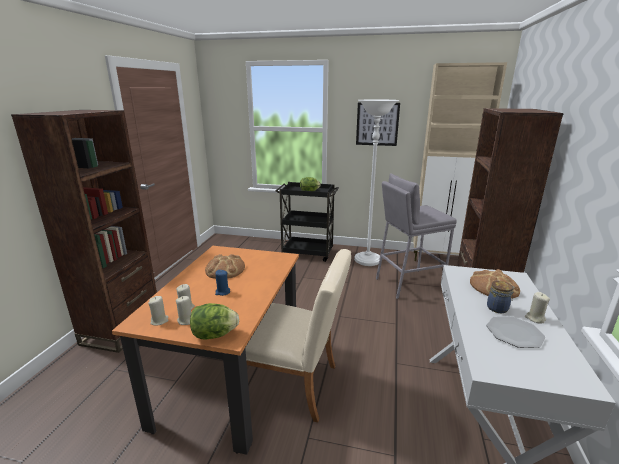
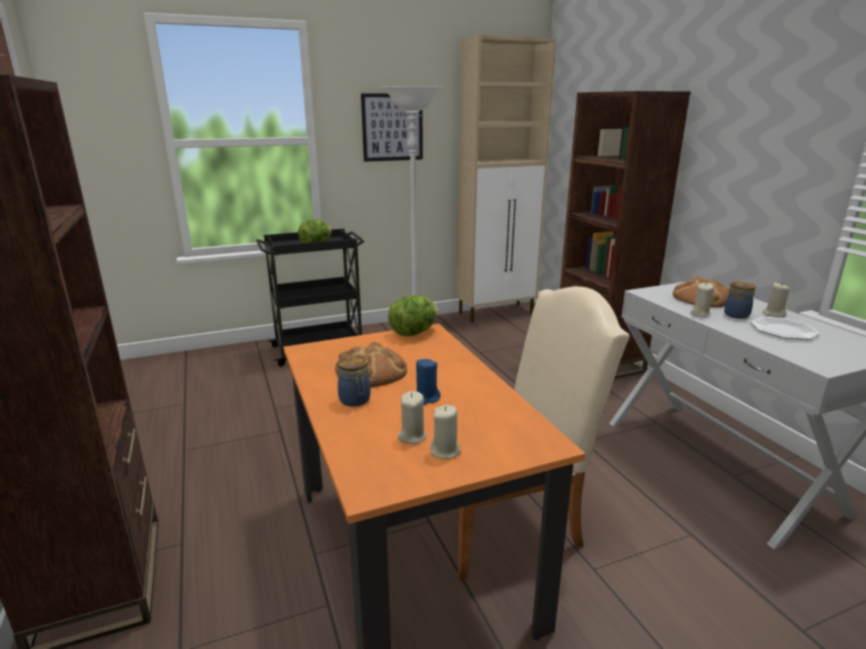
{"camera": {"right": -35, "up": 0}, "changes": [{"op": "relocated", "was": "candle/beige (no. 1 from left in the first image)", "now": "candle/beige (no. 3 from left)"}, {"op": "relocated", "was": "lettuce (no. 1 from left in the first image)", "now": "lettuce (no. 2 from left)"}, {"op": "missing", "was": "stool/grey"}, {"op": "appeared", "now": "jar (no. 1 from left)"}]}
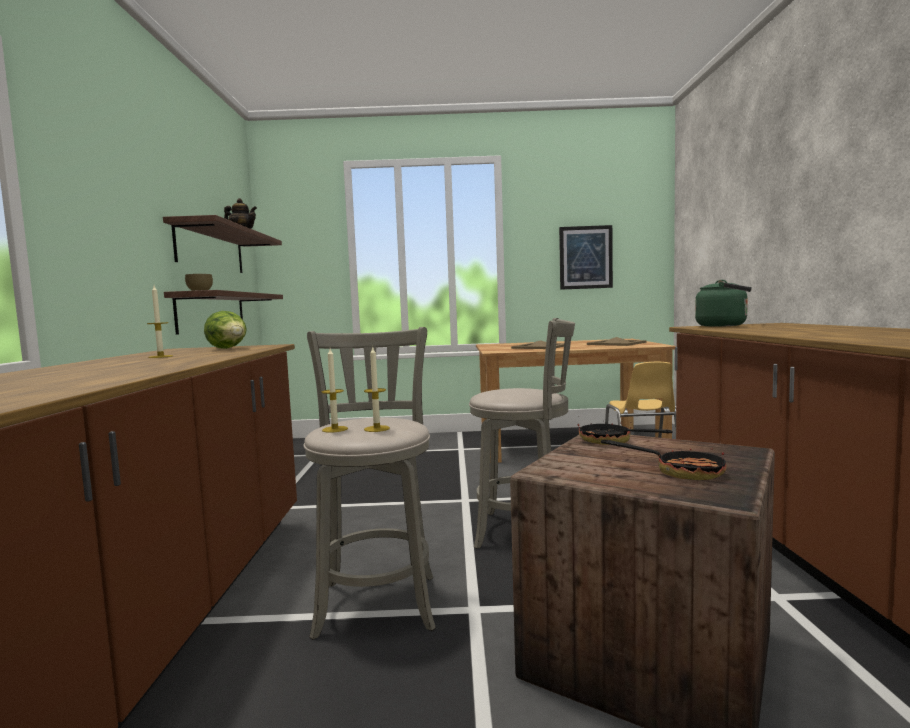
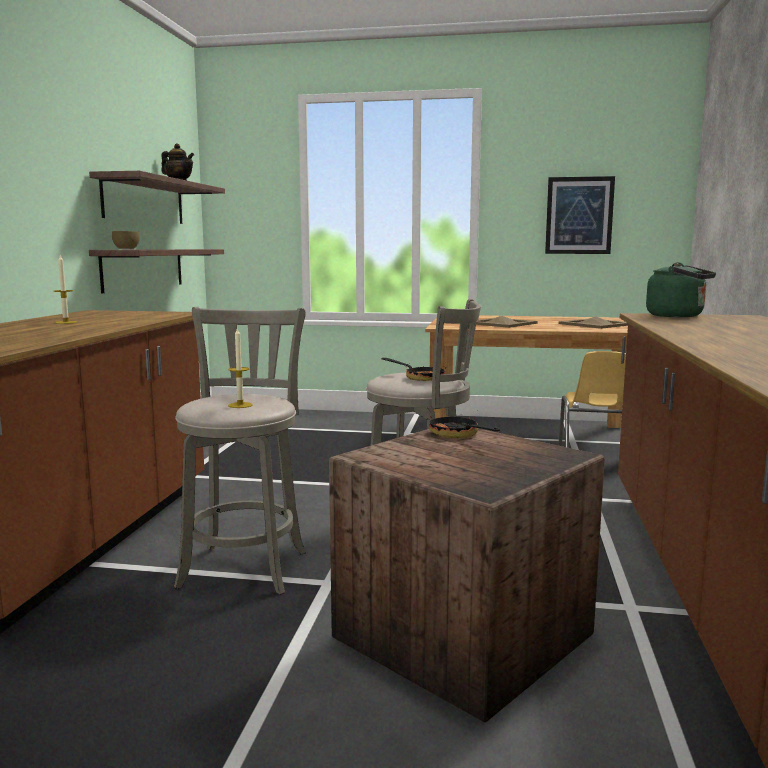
{"camera": {"right": 10, "up": 5}, "changes": [{"op": "missing", "was": "lettuce"}, {"op": "missing", "was": "candle (no. 2 from left)"}, {"op": "relocated", "was": "frying pan (no. 2 from left in the first image)", "now": "frying pan (no. 1 from left)"}]}
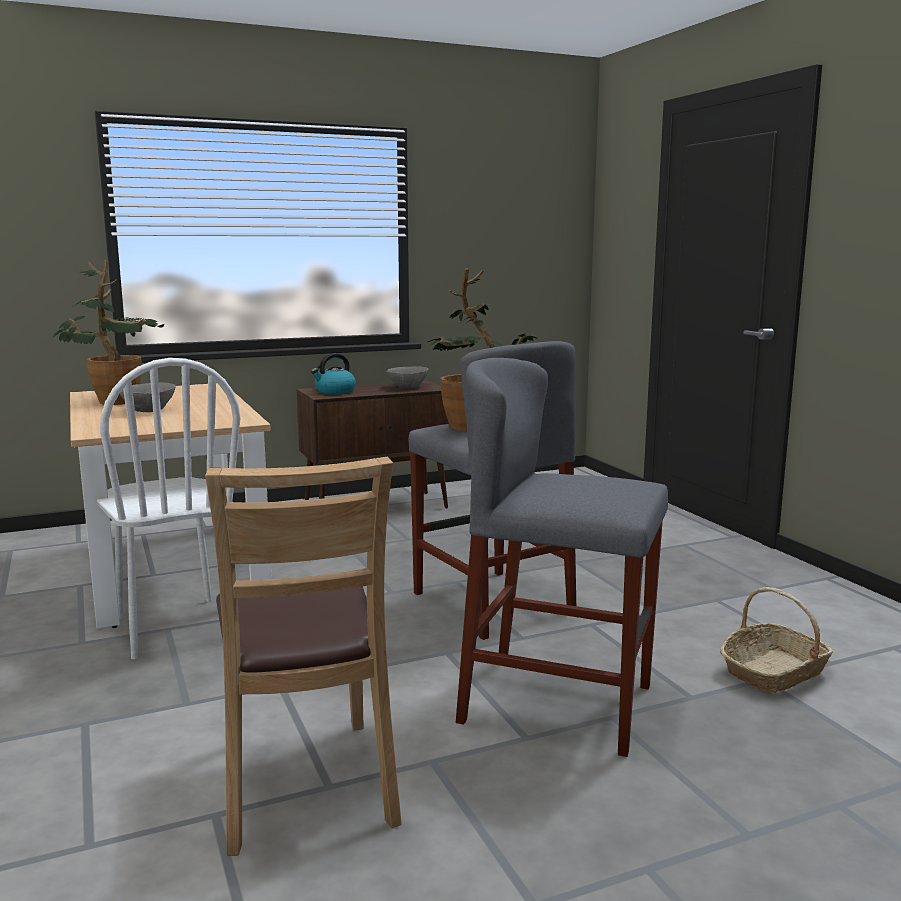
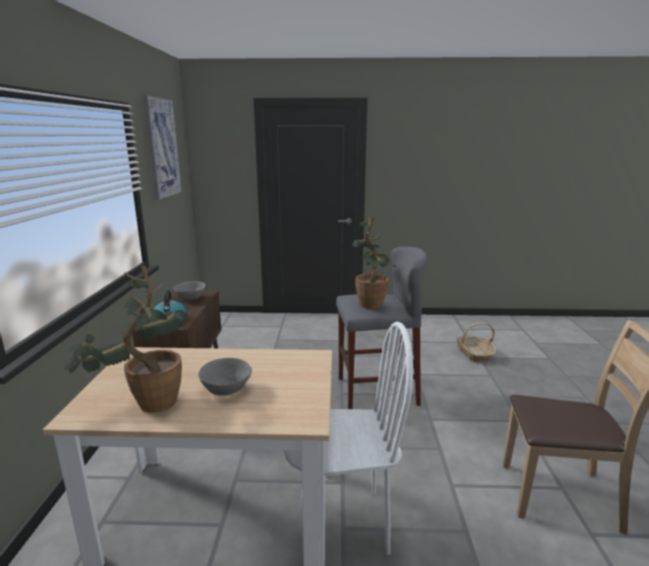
{"camera": {"right": -65, "up": 5}, "changes": [{"op": "missing", "was": "stool/grey (no. 2 from left)"}, {"op": "appeared", "now": "picture"}]}
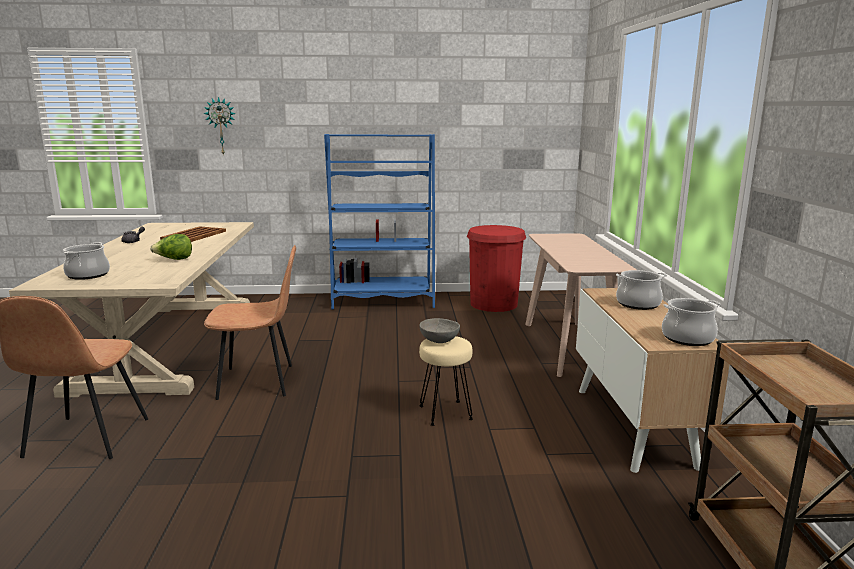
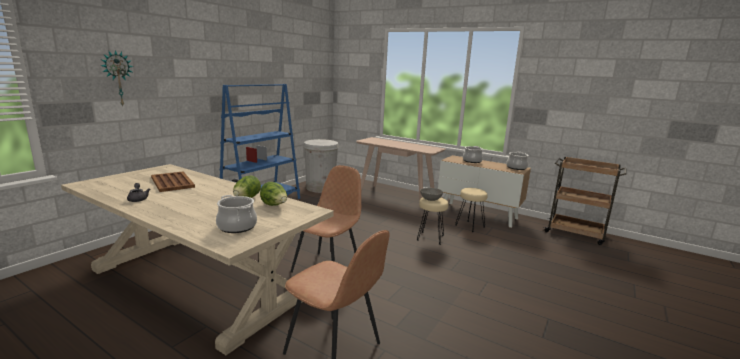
{"camera": {"right": -55, "up": 0}, "changes": [{"op": "colour", "was": "trash can/red", "now": "trash can/white"}, {"op": "appeared", "now": "lettuce (no. 2 from left)"}, {"op": "appeared", "now": "stool/beige (no. 2 from left)"}]}
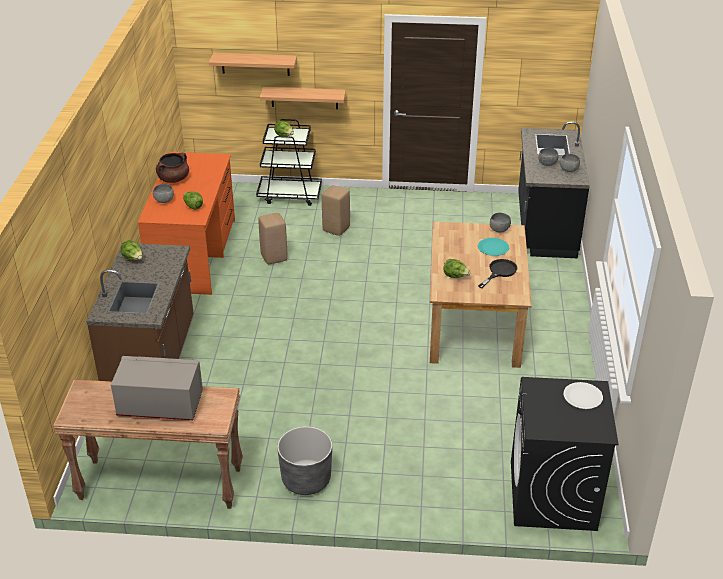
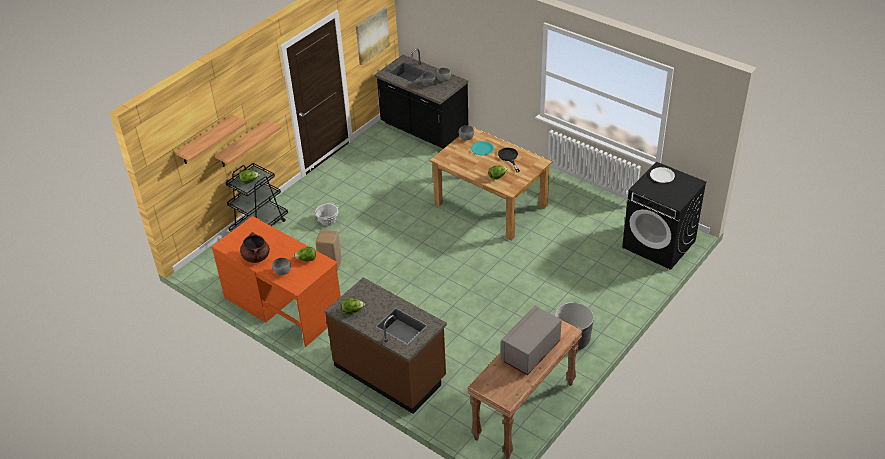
{"camera": {"right": -55, "up": 5}, "changes": [{"op": "exchanged", "was": "stool/beige (no. 2 from left)", "now": "basket"}, {"op": "appeared", "now": "picture"}]}
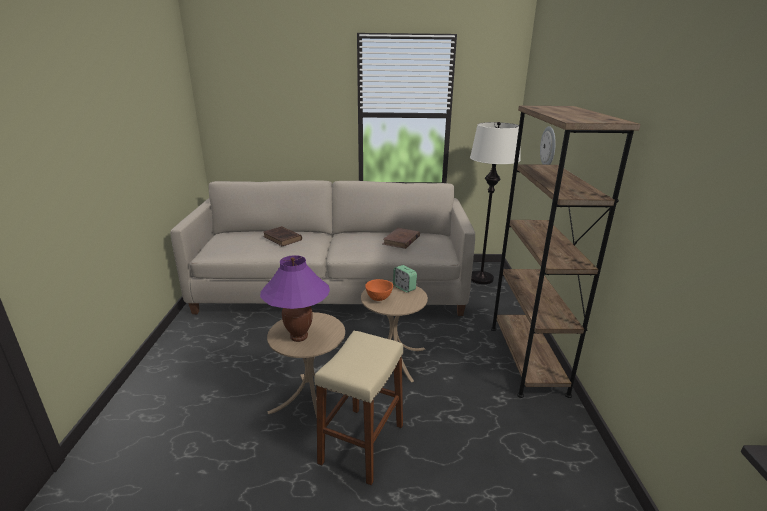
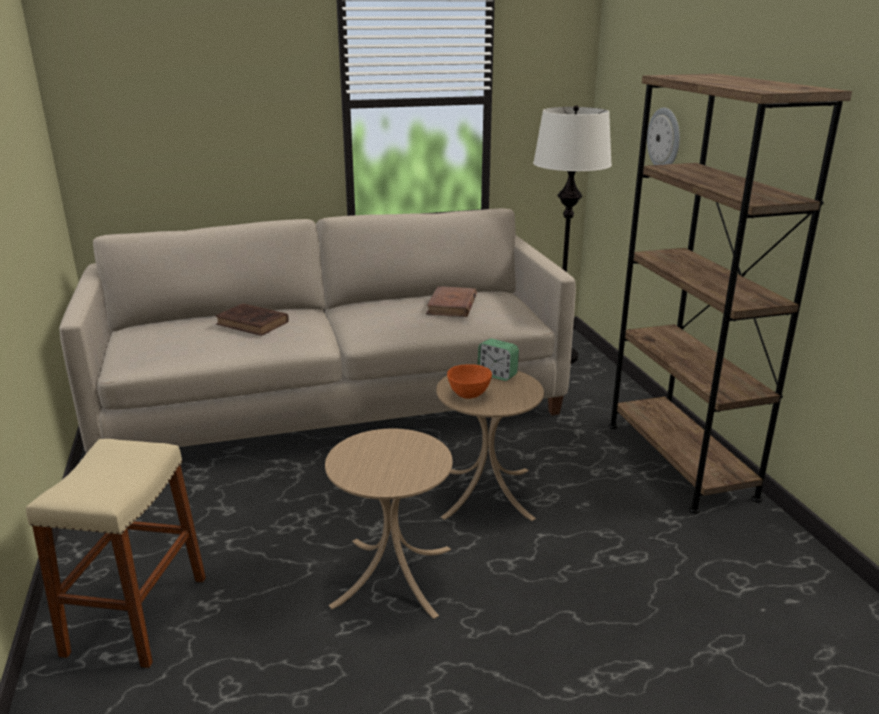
{"camera": {"right": -15, "up": 0}, "changes": [{"op": "missing", "was": "table lamp/purple"}, {"op": "relocated", "was": "stool/beige"}]}
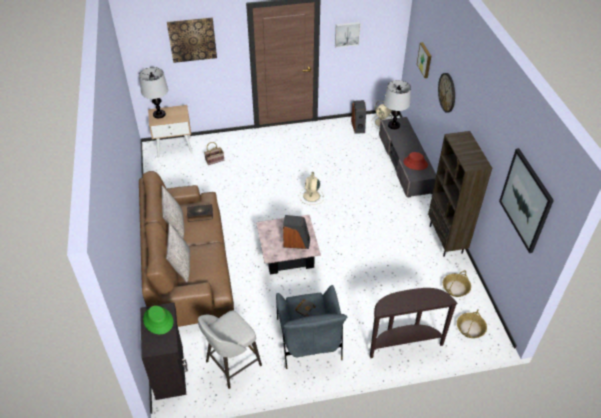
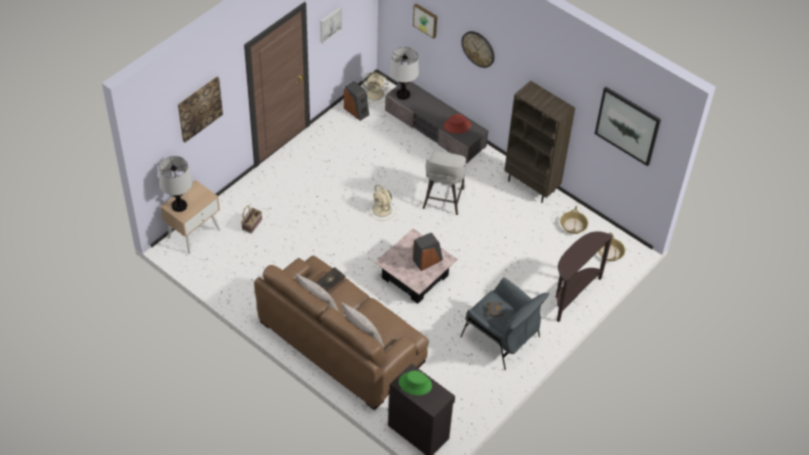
{"camera": {"right": -40, "up": 5}, "changes": [{"op": "relocated", "was": "stool/grey"}]}
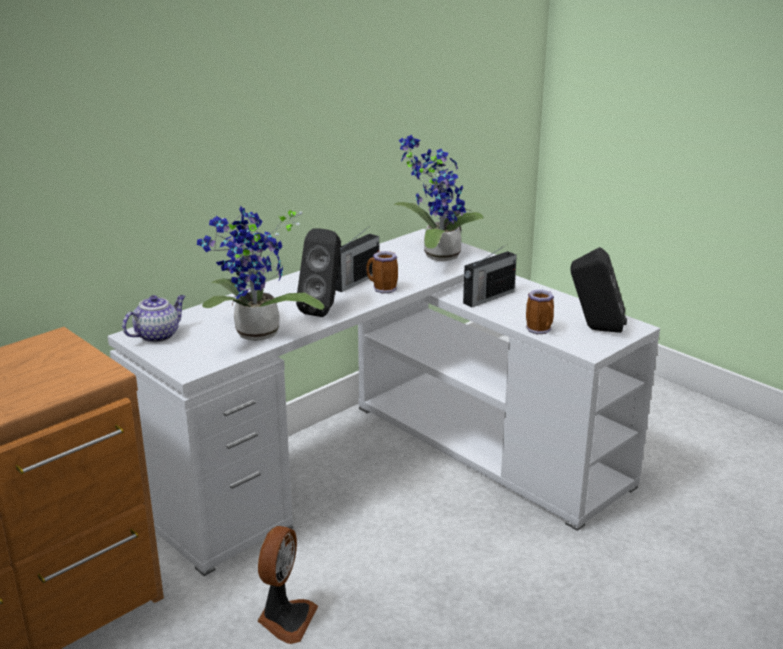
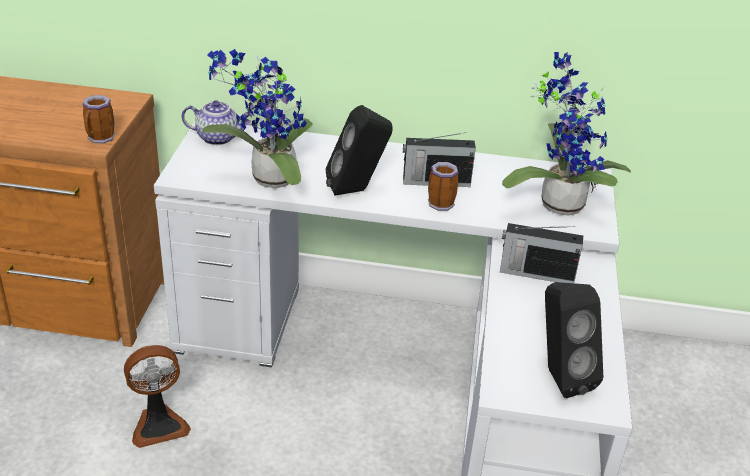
{"camera": {"right": 50, "up": 10}, "changes": [{"op": "relocated", "was": "mug (no. 2 from left in the first image)", "now": "mug (no. 1 from left)"}]}
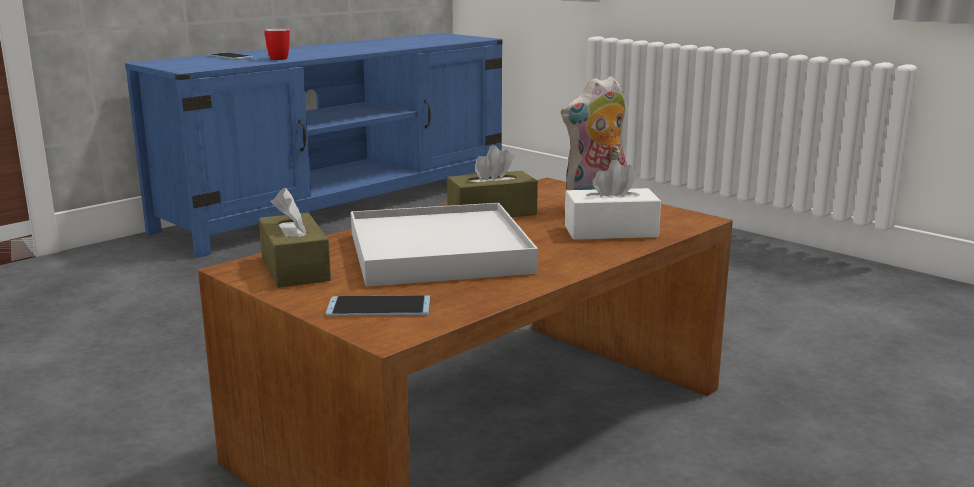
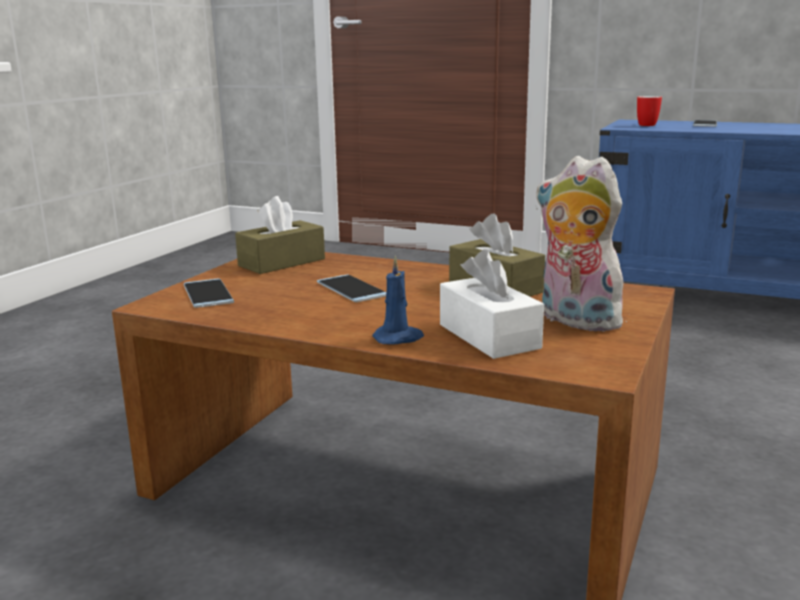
{"camera": {"right": 70, "up": 0}, "changes": [{"op": "relocated", "was": "mug"}, {"op": "exchanged", "was": "tray/white", "now": "phone (no. 2 from left)"}, {"op": "appeared", "now": "candle/blue"}]}
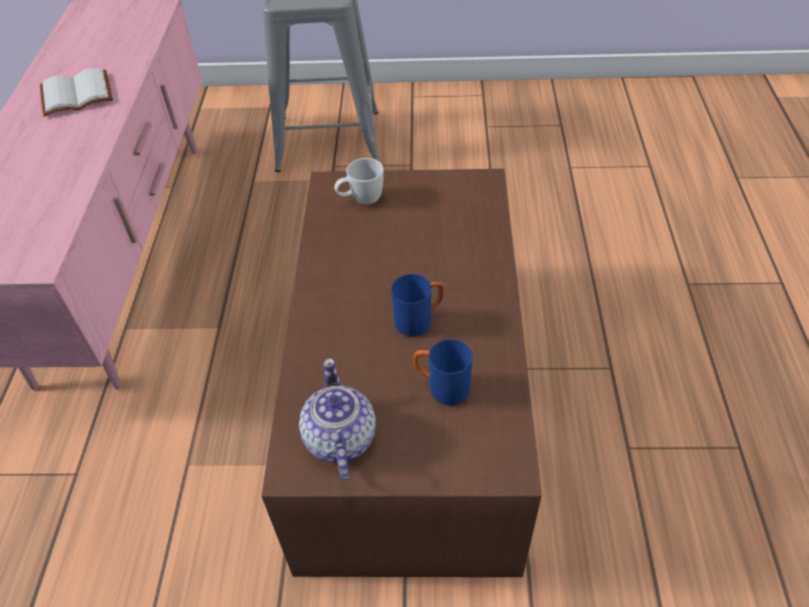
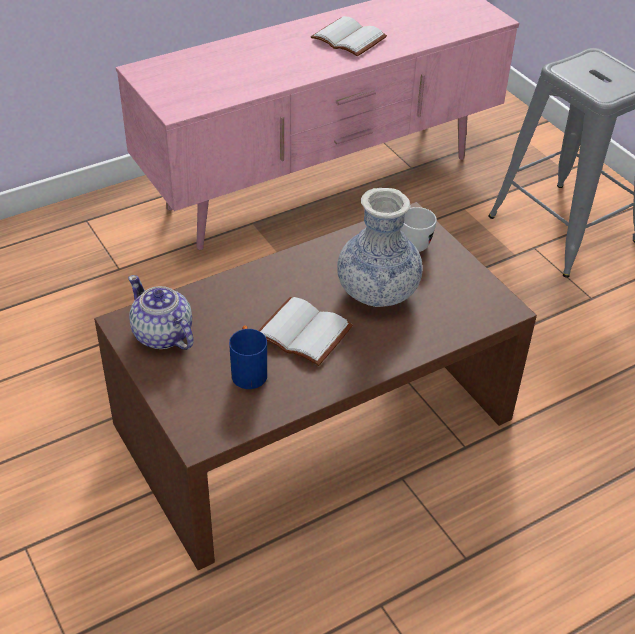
{"camera": {"right": 55, "up": -5}, "changes": [{"op": "spun", "was": "teapot", "clockwise": -90}, {"op": "exchanged", "was": "mug/blue (no. 1 from left)", "now": "book/white (no. 1 from left)"}, {"op": "appeared", "now": "vase"}]}
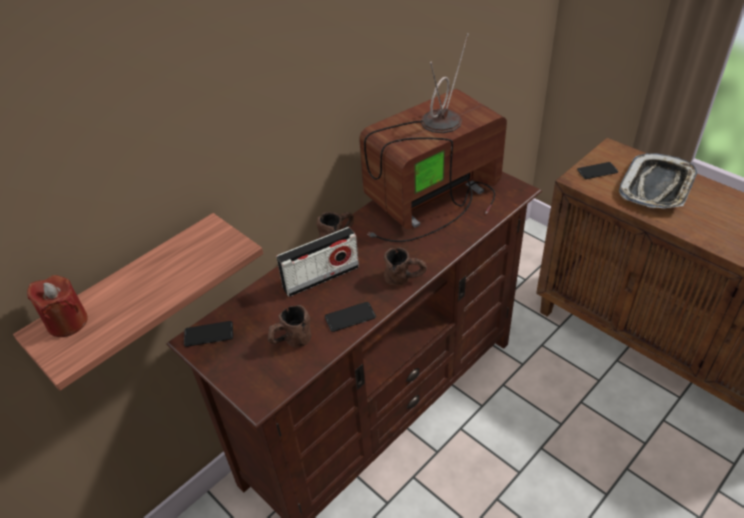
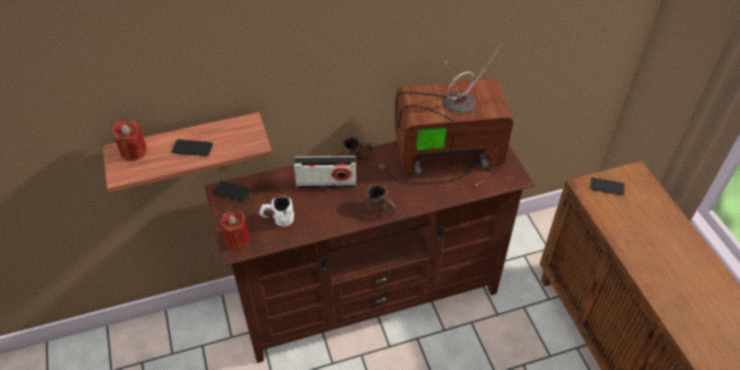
{"camera": {"right": 25, "up": 5}, "changes": [{"op": "colour", "was": "mug/brown (no. 1 from left)", "now": "mug/white"}, {"op": "relocated", "was": "phone (no. 2 from left in the first image)", "now": "phone (no. 1 from left)"}, {"op": "missing", "was": "tray"}, {"op": "appeared", "now": "candle/red (no. 2 from left)"}]}
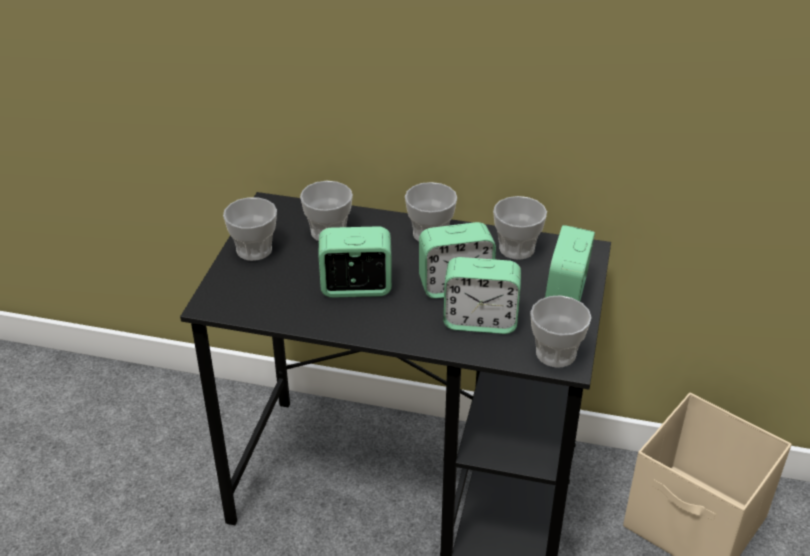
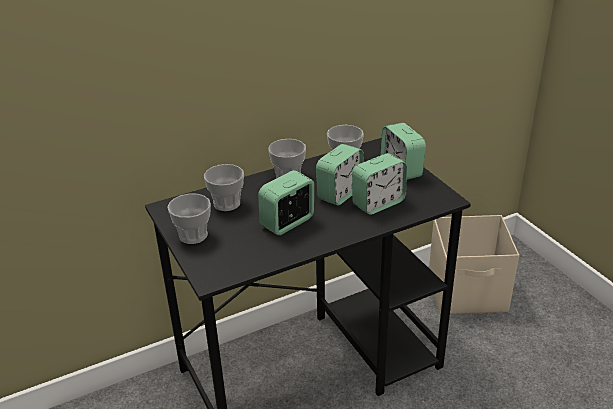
{"camera": {"right": -40, "up": -5}, "changes": [{"op": "missing", "was": "cup (no. 5 from left)"}]}
